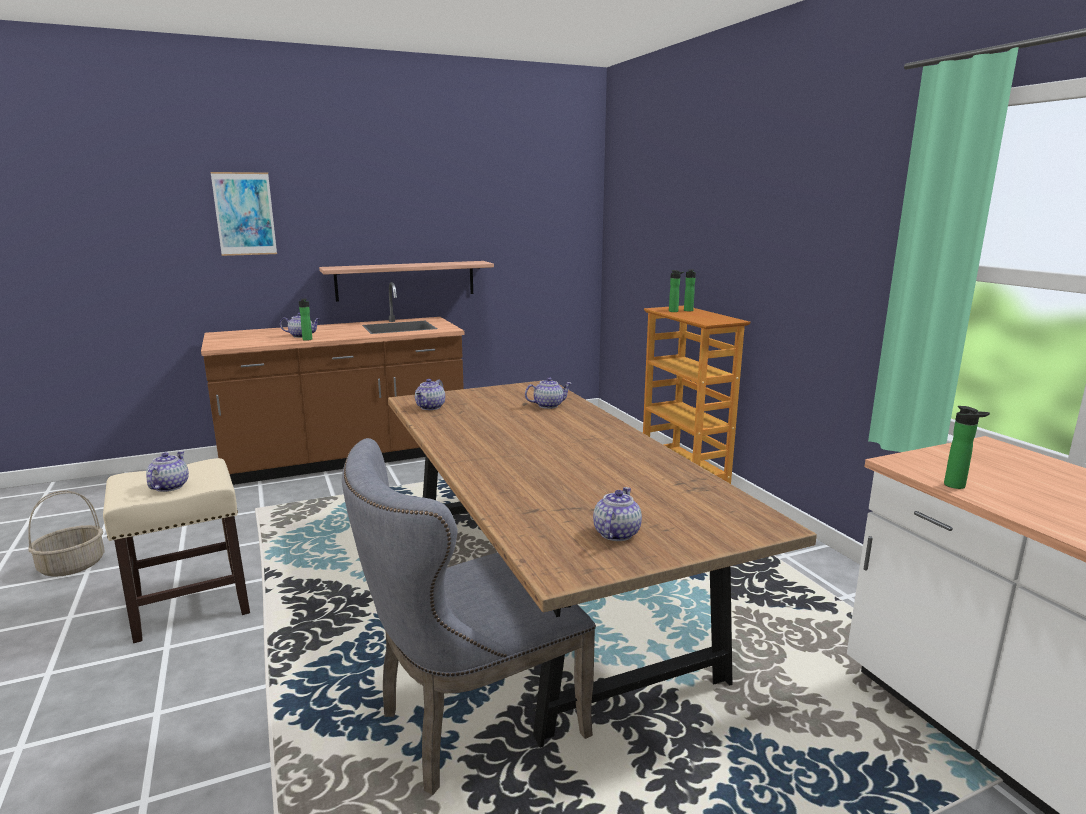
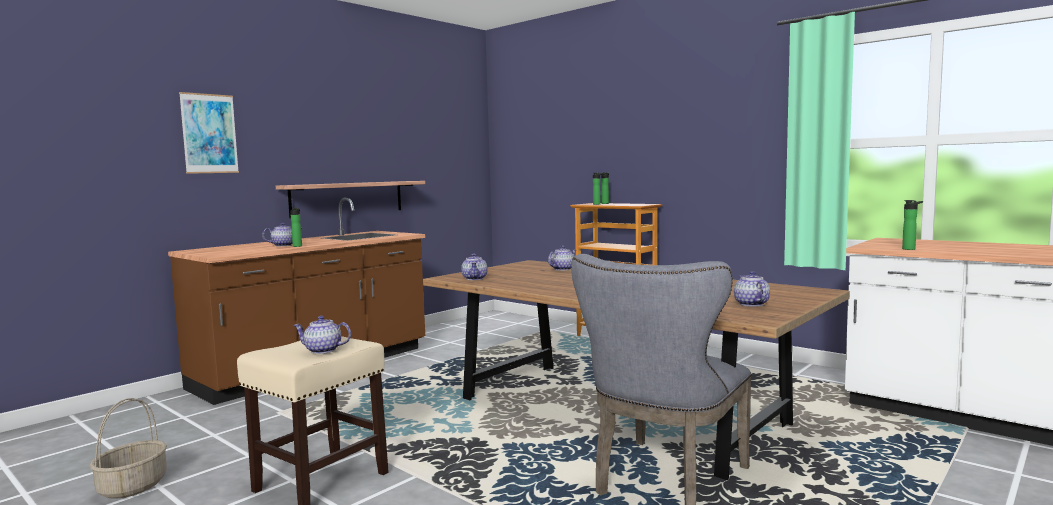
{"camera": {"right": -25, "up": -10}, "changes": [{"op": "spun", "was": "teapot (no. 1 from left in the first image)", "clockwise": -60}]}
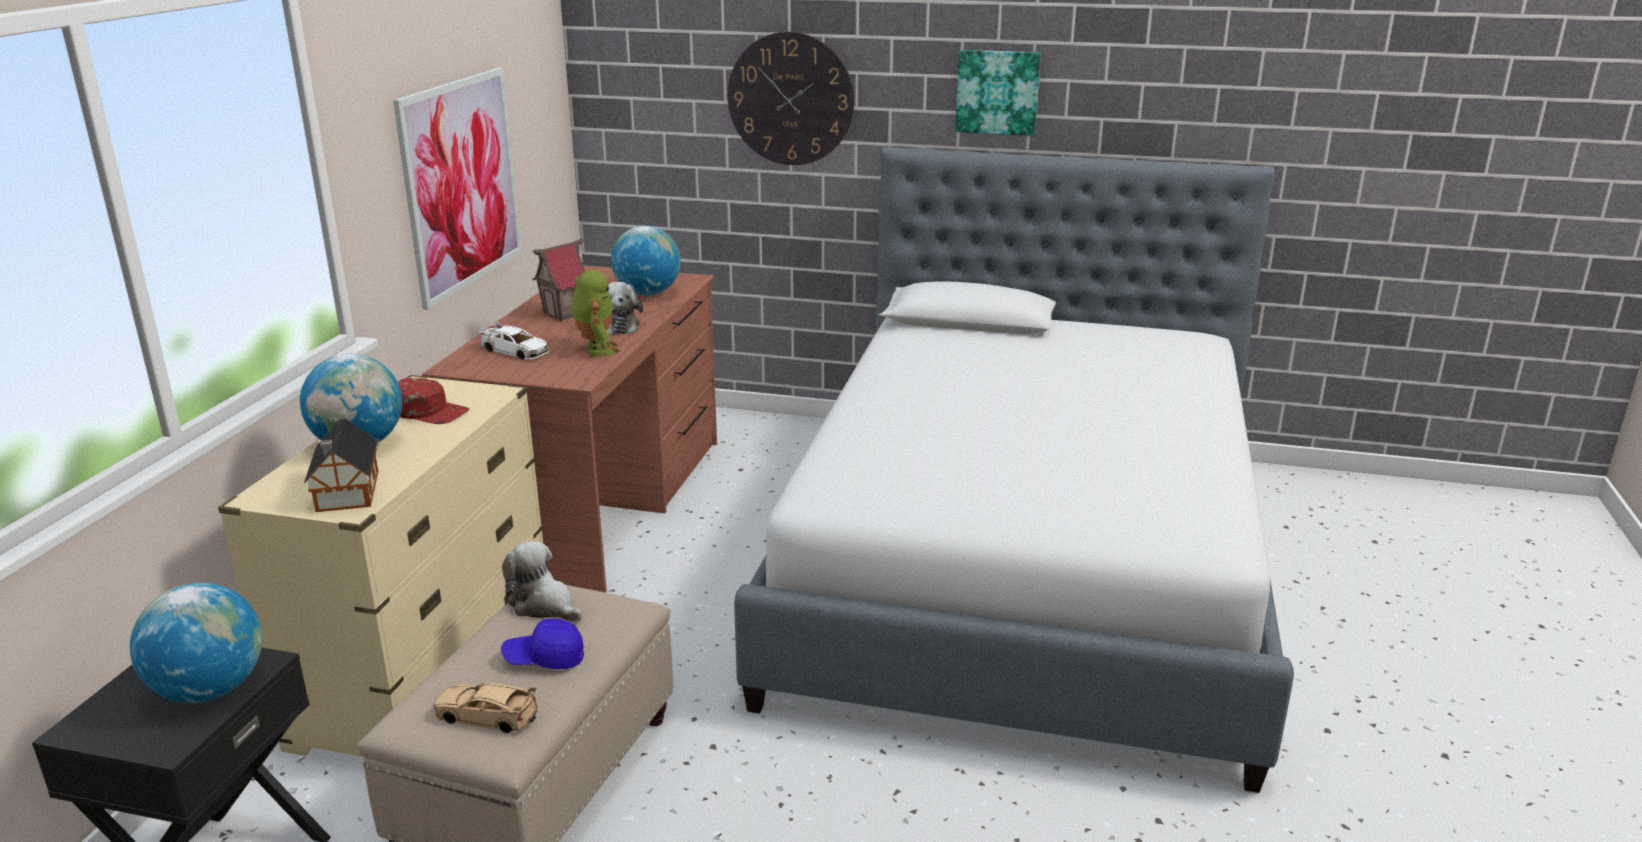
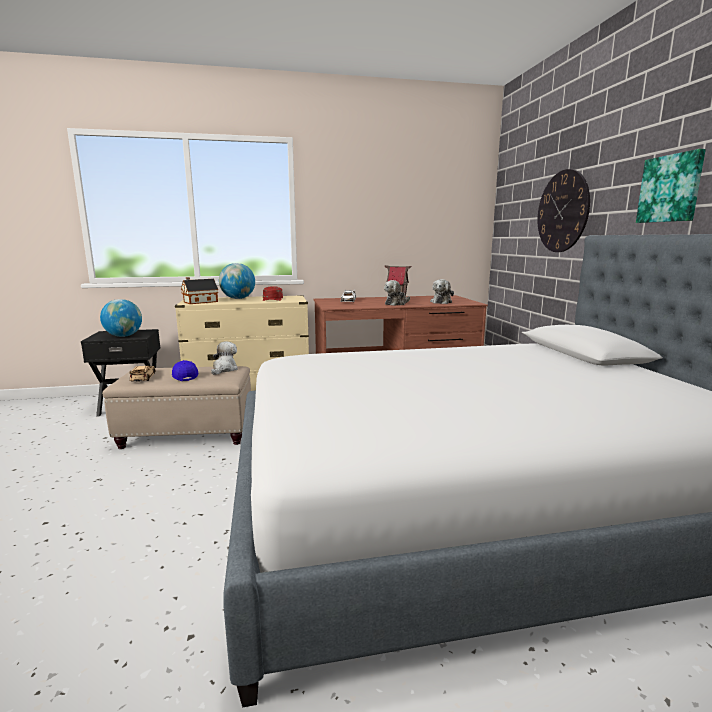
{"camera": {"right": 65, "up": -10}, "changes": [{"op": "missing", "was": "picture (no. 1 from left)"}, {"op": "missing", "was": "toy robot"}, {"op": "exchanged", "was": "globe (no. 3 from left)", "now": "plush toy (no. 3 from left)"}]}
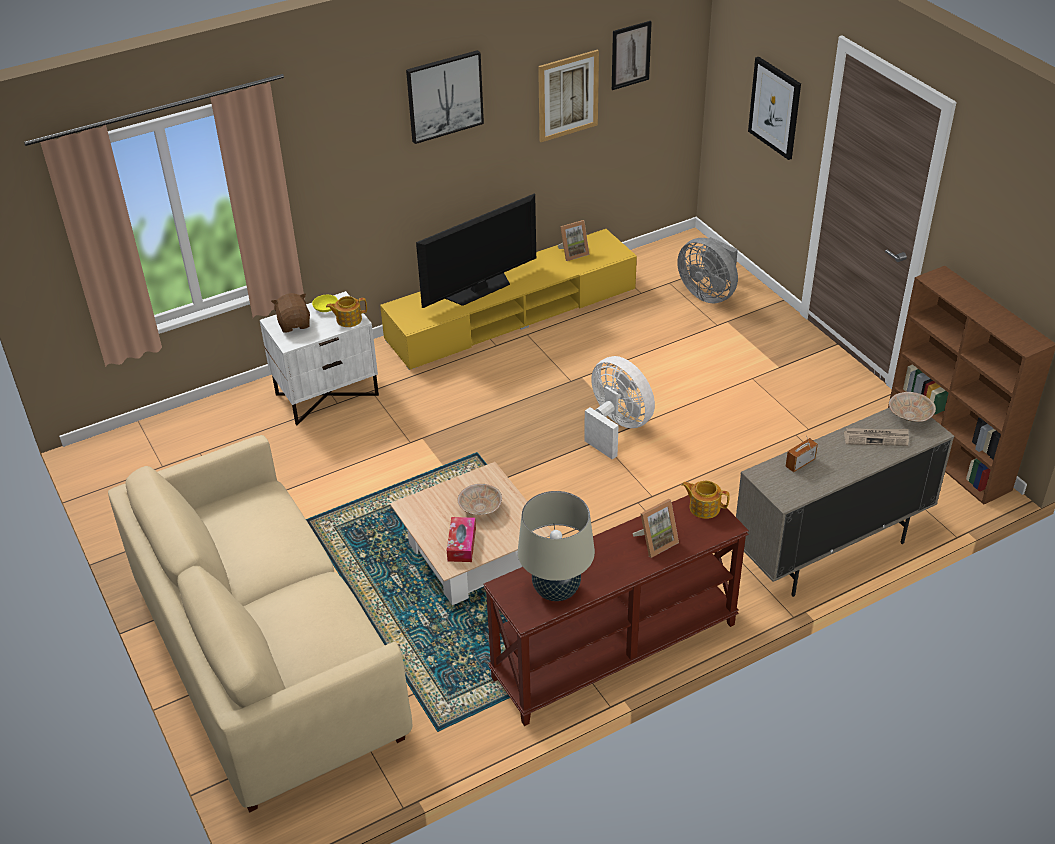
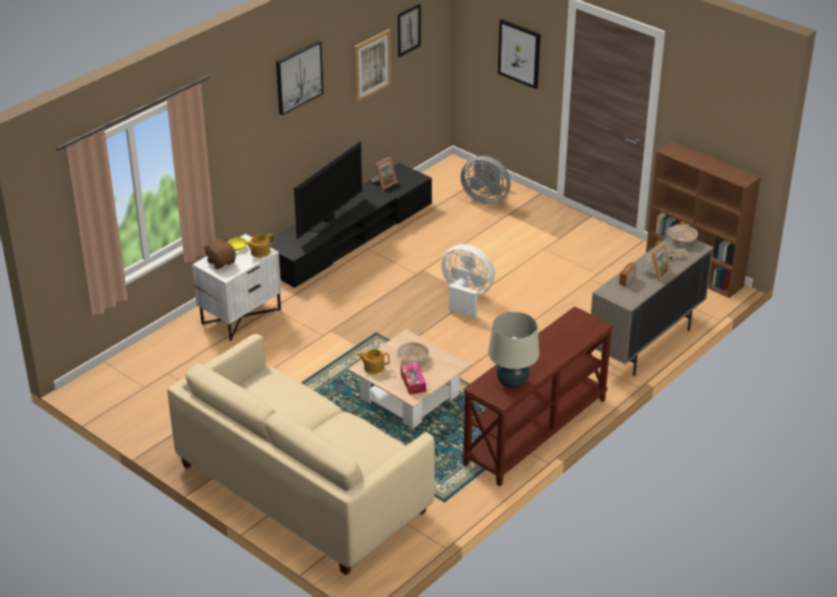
{"camera": {"right": -20, "up": -5}, "changes": [{"op": "colour", "was": "tv stand/yellow", "now": "tv stand/black"}, {"op": "relocated", "was": "picture frame (no. 2 from left)"}, {"op": "relocated", "was": "teapot (no. 2 from left)"}]}
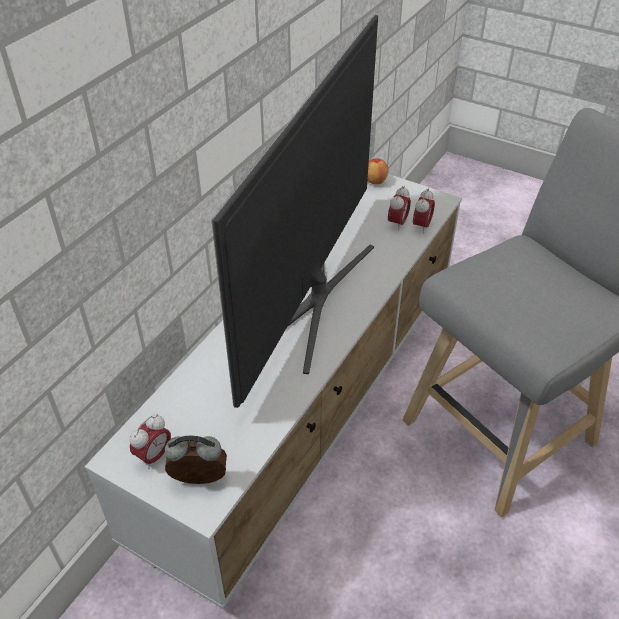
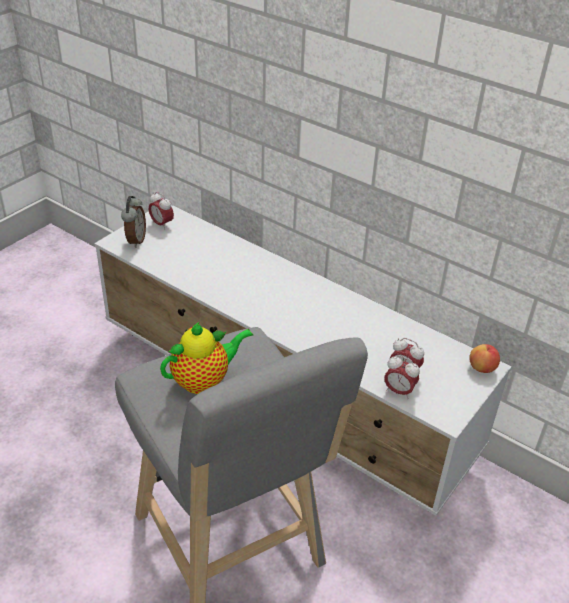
{"camera": {"right": 95, "up": -5}, "changes": [{"op": "missing", "was": "television"}, {"op": "appeared", "now": "teapot"}]}
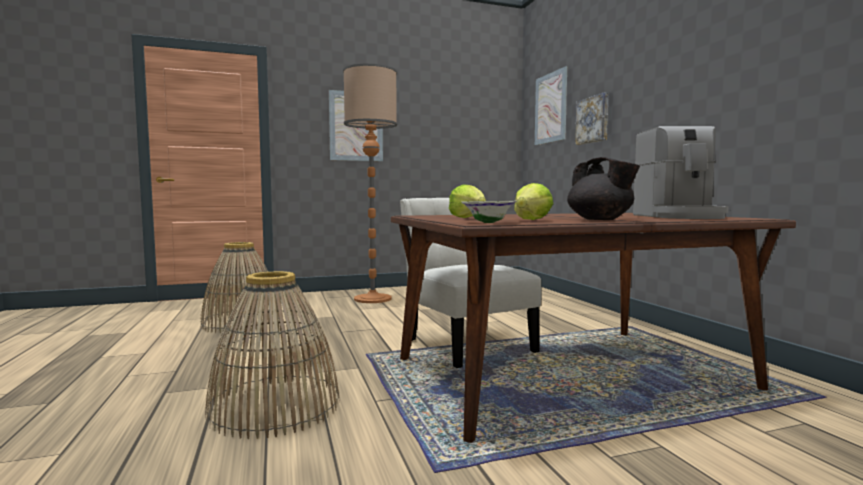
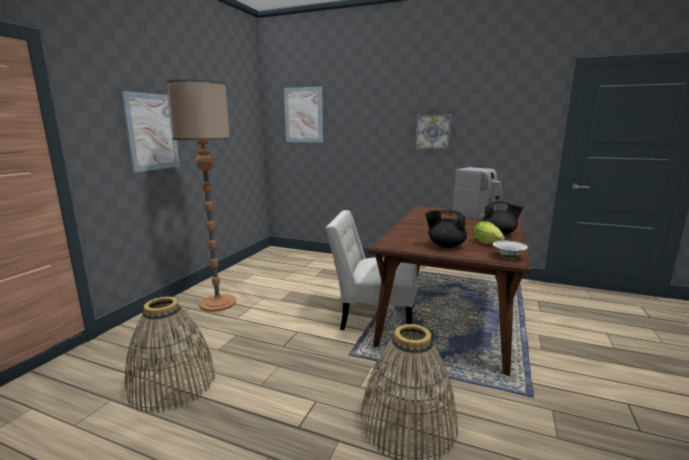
{"camera": {"right": -50, "up": 10}, "changes": [{"op": "exchanged", "was": "lettuce (no. 1 from left)", "now": "teapot/black (no. 1 from left)"}, {"op": "relocated", "was": "picture (no. 3 from left)"}]}
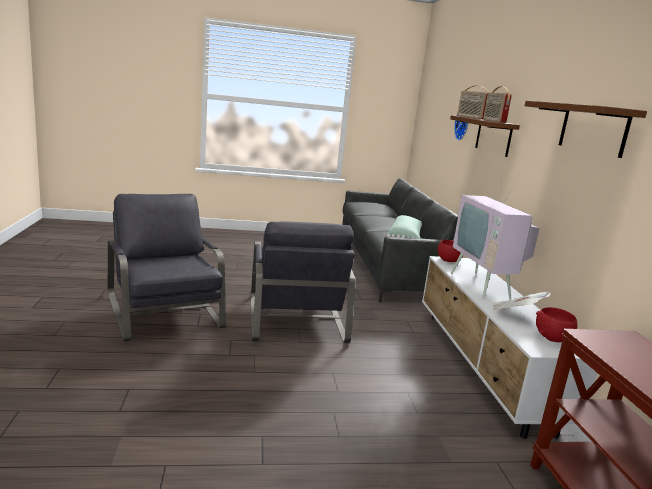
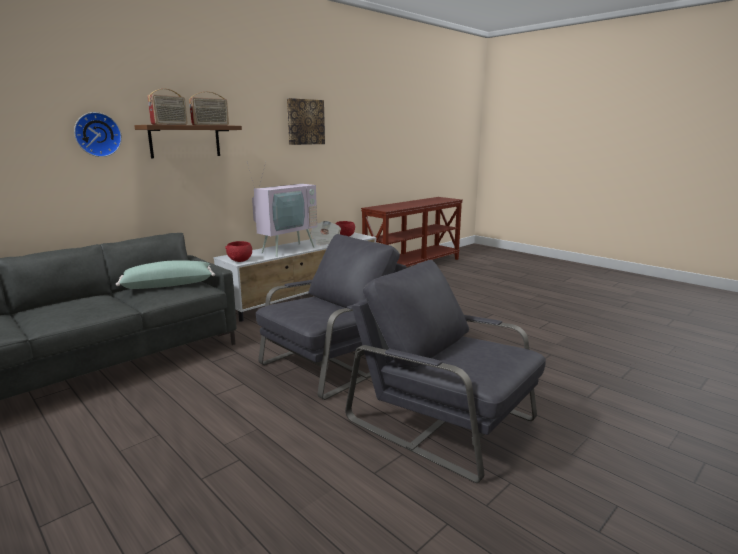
{"camera": {"right": -125, "up": 0}, "changes": [{"op": "spun", "was": "armchair/grey (no. 1 from left in the first image)", "clockwise": 105}, {"op": "exchanged", "was": "shelf/brown (no. 2 from left)", "now": "picture"}]}
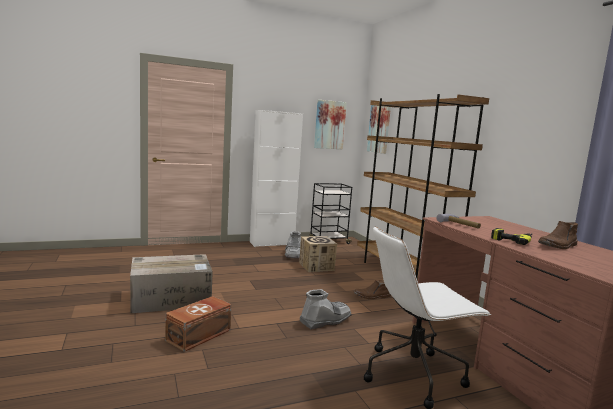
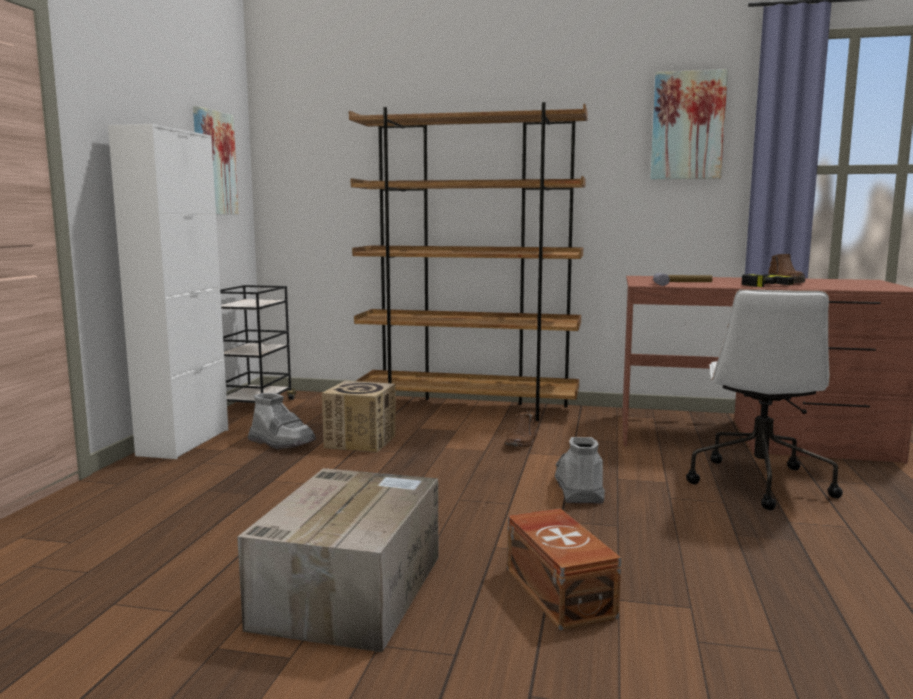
{"camera": {"right": -55, "up": 0}, "changes": [{"op": "relocated", "was": "picture (no. 2 from left)"}]}
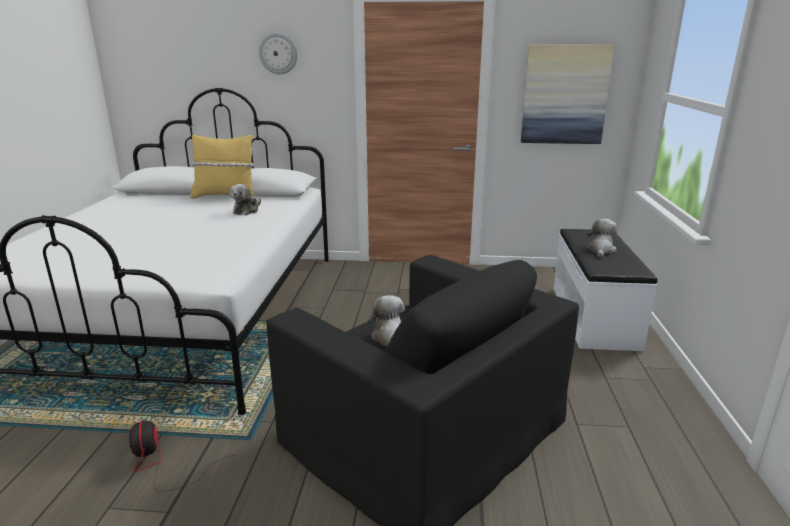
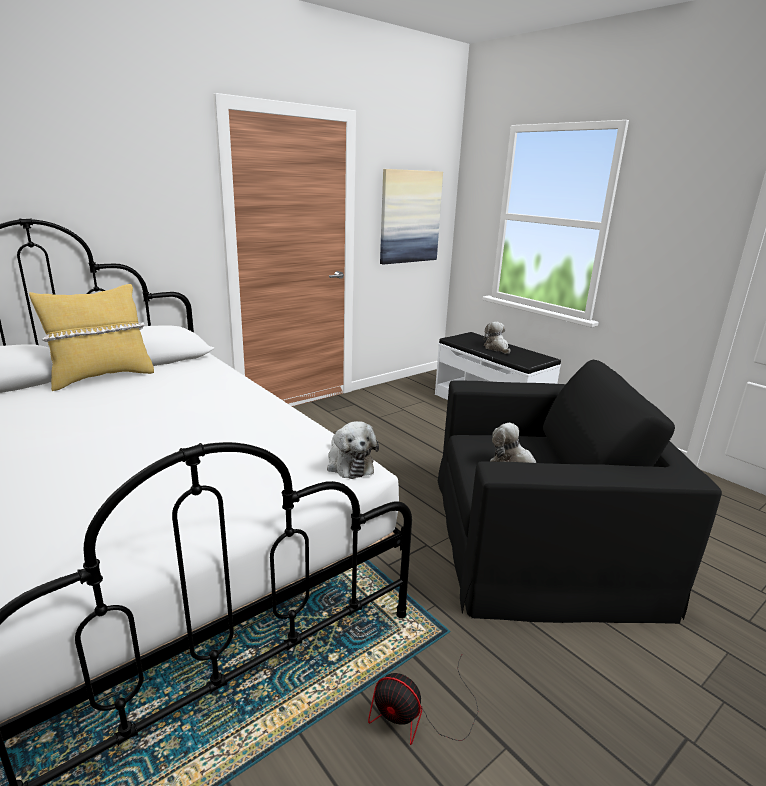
{"camera": {"right": -45, "up": 0}, "changes": [{"op": "relocated", "was": "plush toy (no. 1 from left)"}, {"op": "missing", "was": "wall clock"}]}
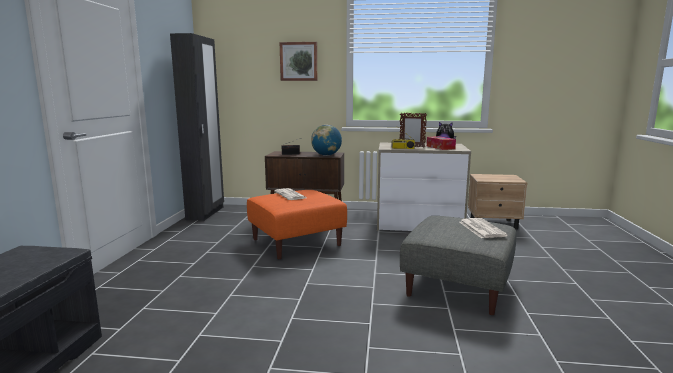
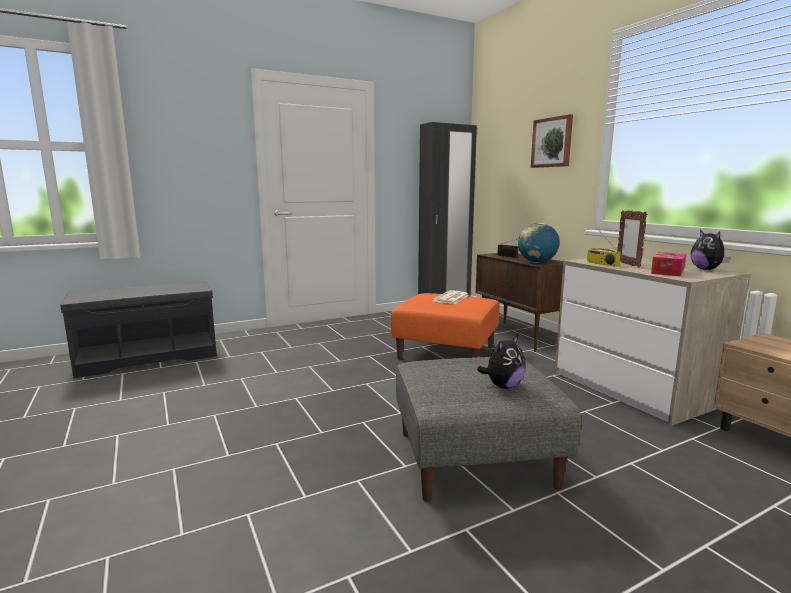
{"camera": {"right": 55, "up": 0}, "changes": [{"op": "exchanged", "was": "newspaper (no. 2 from left)", "now": "plush toy (no. 1 from left)"}]}
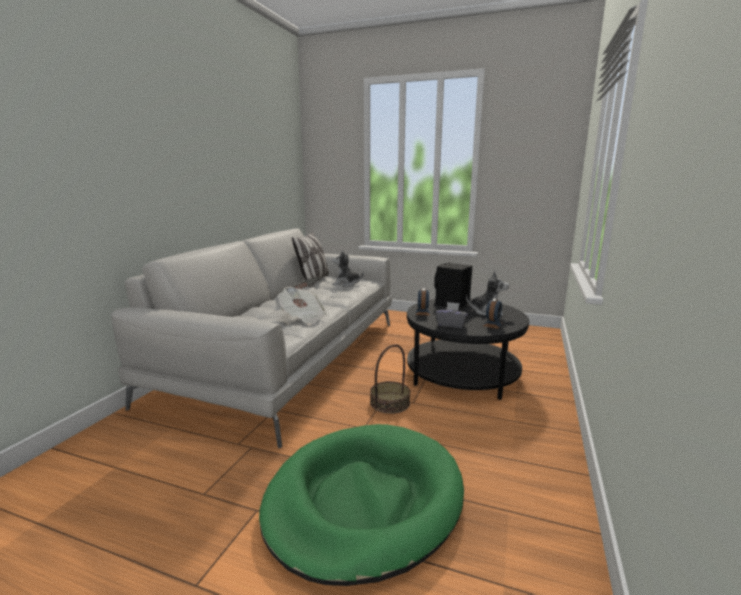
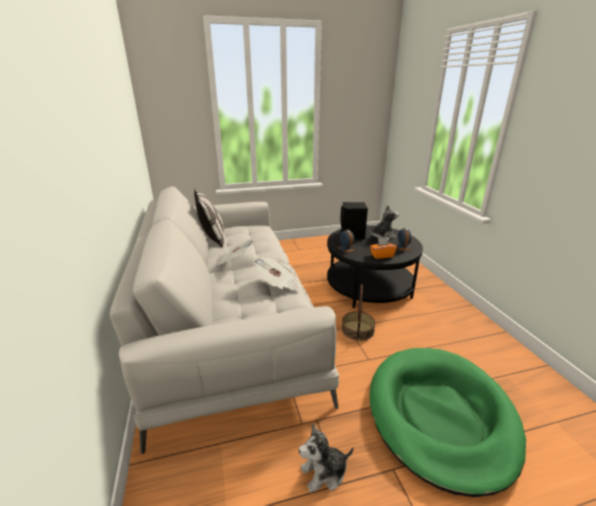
{"camera": {"right": -35, "up": 10}, "changes": [{"op": "relocated", "was": "plush toy (no. 1 from left)"}, {"op": "colour", "was": "tissue box/grey", "now": "tissue box/orange"}]}
